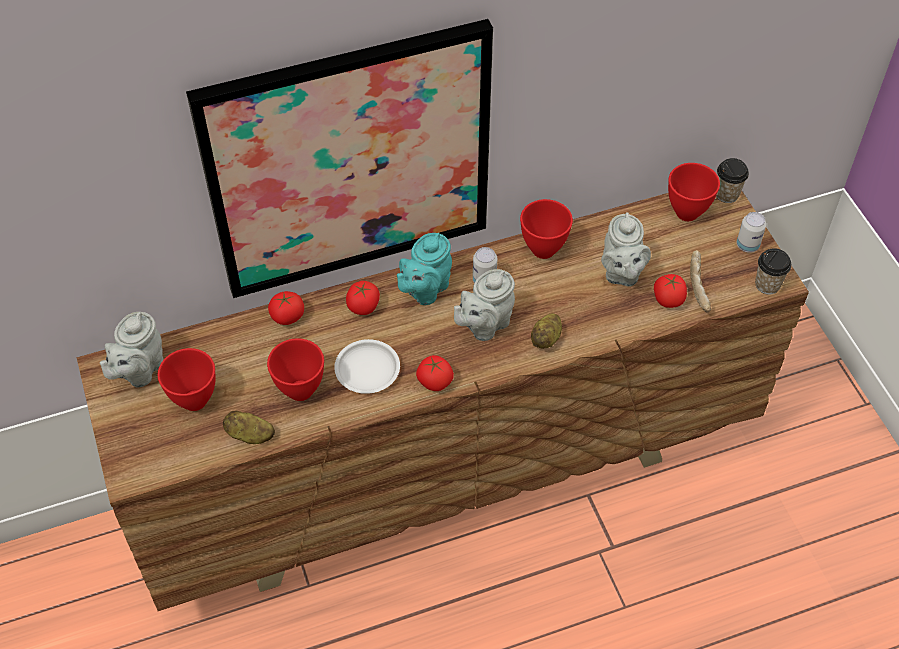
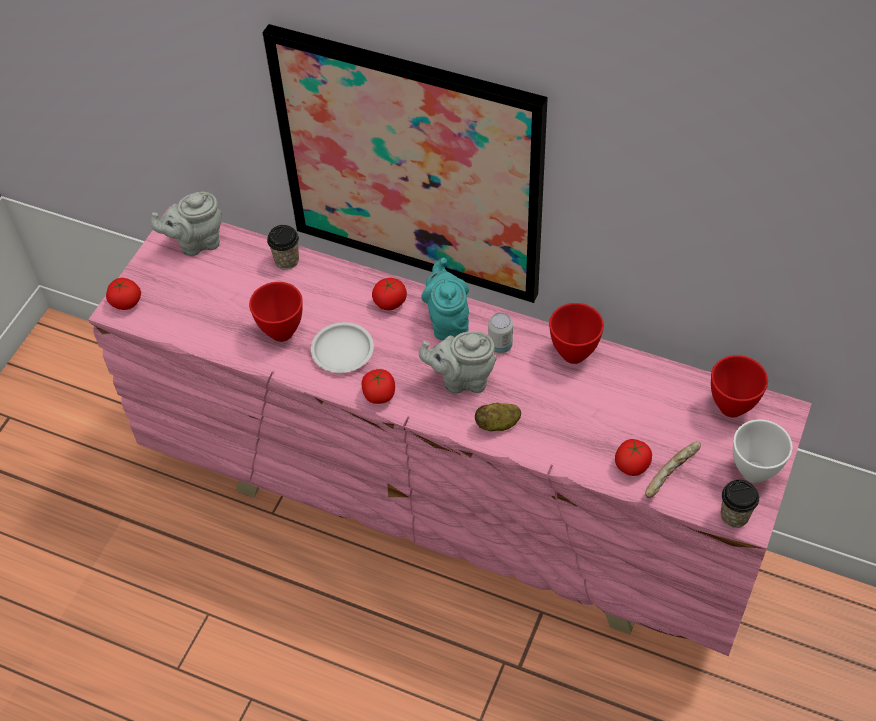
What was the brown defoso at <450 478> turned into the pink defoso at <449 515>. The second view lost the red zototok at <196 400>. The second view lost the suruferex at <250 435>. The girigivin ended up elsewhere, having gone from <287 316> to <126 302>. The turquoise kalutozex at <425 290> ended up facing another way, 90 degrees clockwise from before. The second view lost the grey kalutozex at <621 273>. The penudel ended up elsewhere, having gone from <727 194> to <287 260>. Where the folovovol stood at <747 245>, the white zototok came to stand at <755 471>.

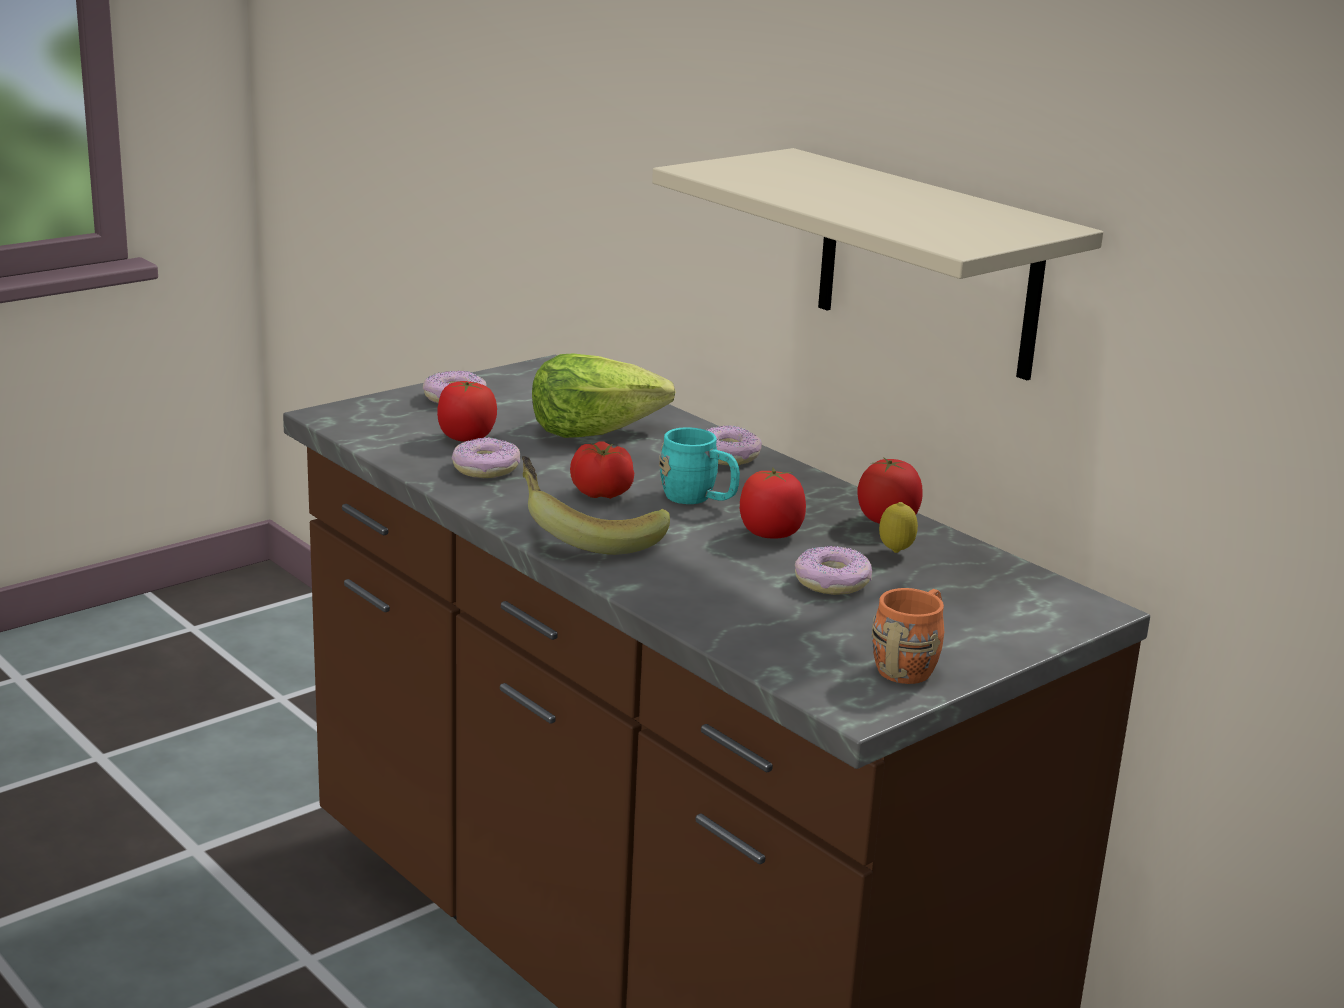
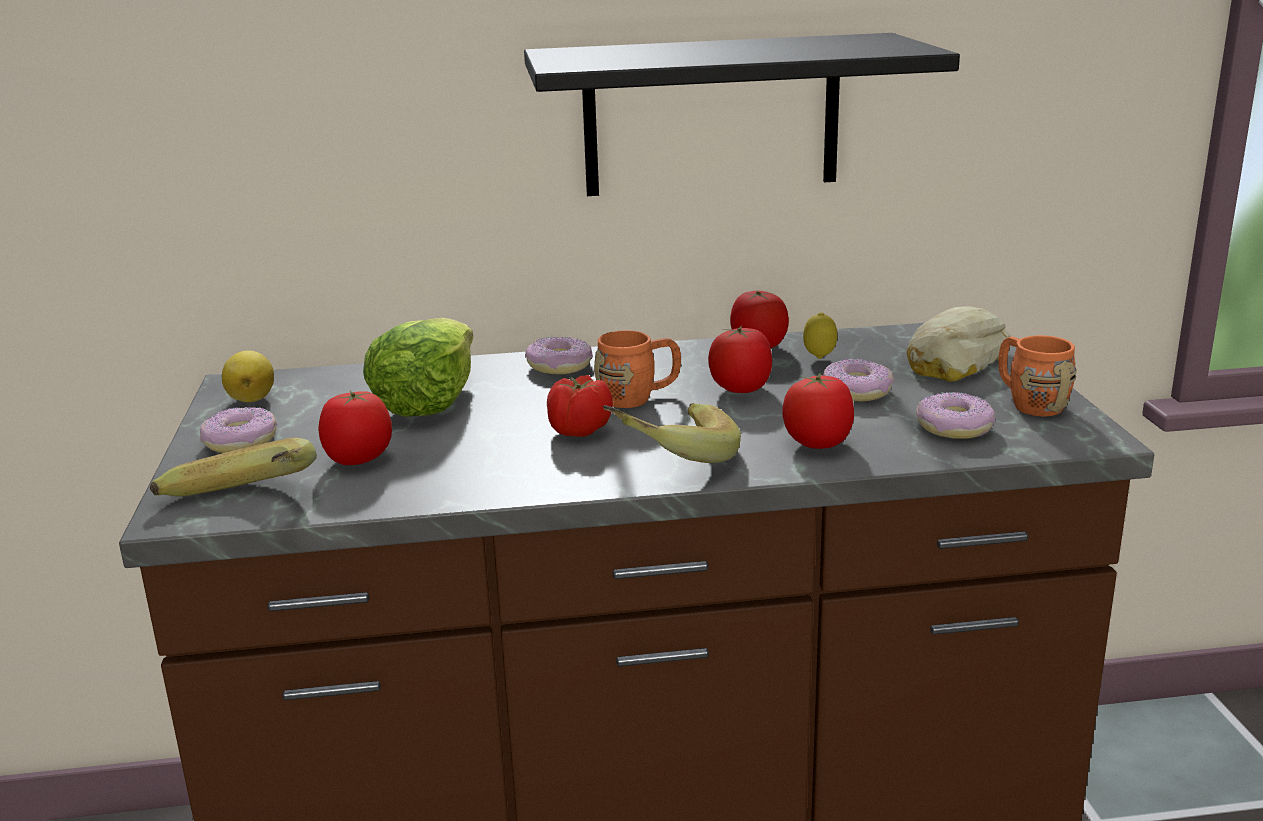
The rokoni ended up elsewhere, having gone from <485 468> to <953 427>. What was the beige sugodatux at <928 264> turned into the black sugodatux at <711 116>. What was the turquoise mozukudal at <698 499> turned into the orange mozukudal at <639 397>. The second view gained the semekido at <242 508>. The second view gained the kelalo at <252 399>. The second view gained the girigivin at <818 443>. The second view gained the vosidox at <952 360>.

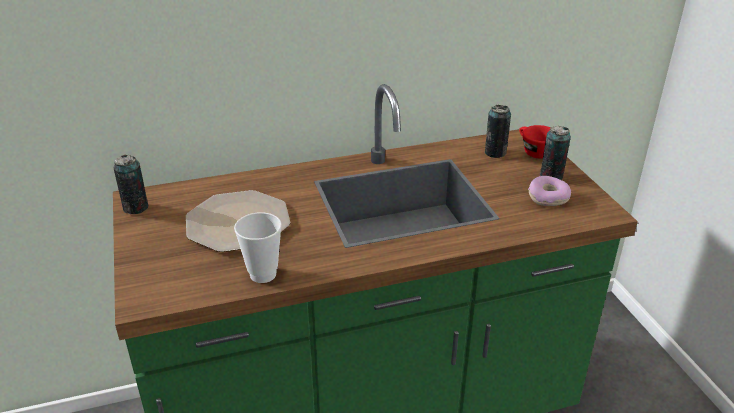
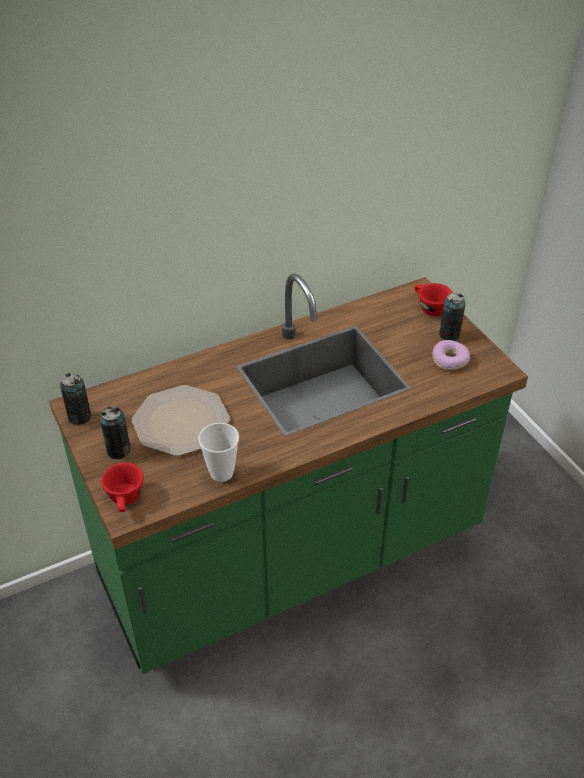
The folovovol ended up elsewhere, having gone from <495 152> to <118 450>. The second view gained the red penudel at <126 500>.

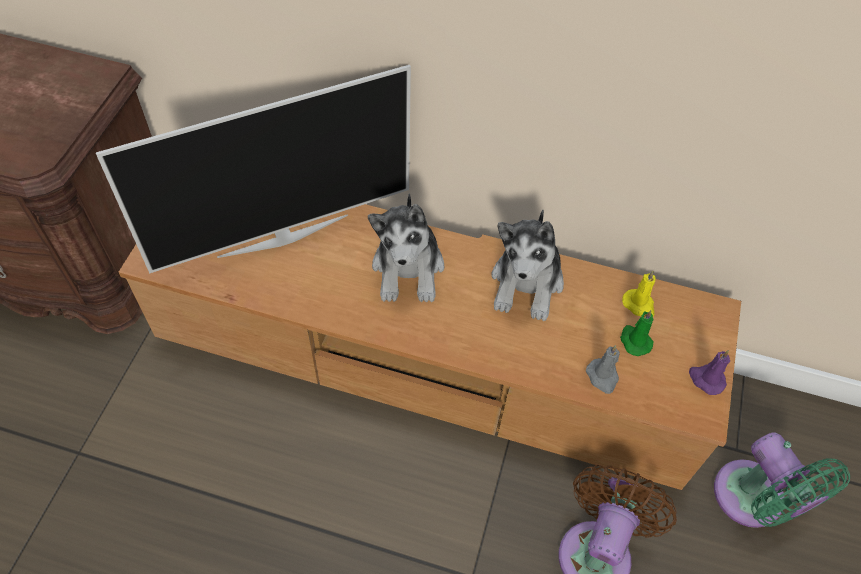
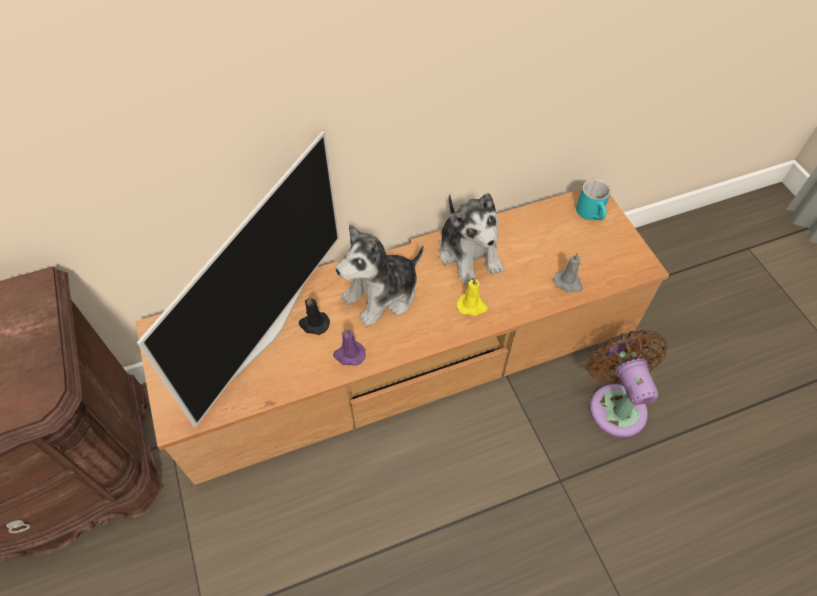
The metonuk at <408 268> ended up facing another way, 90 degrees clockwise from before. The second view lost the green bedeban at <634 340>. The yellow bedeban ended up elsewhere, having gone from <639 305> to <472 306>. The purple bedeban ended up elsewhere, having gone from <706 379> to <349 354>. The second view lost the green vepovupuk at <753 501>. The second view gained the black bedeban at <314 324>. The second view gained the turquoise mozukudal at <592 214>.

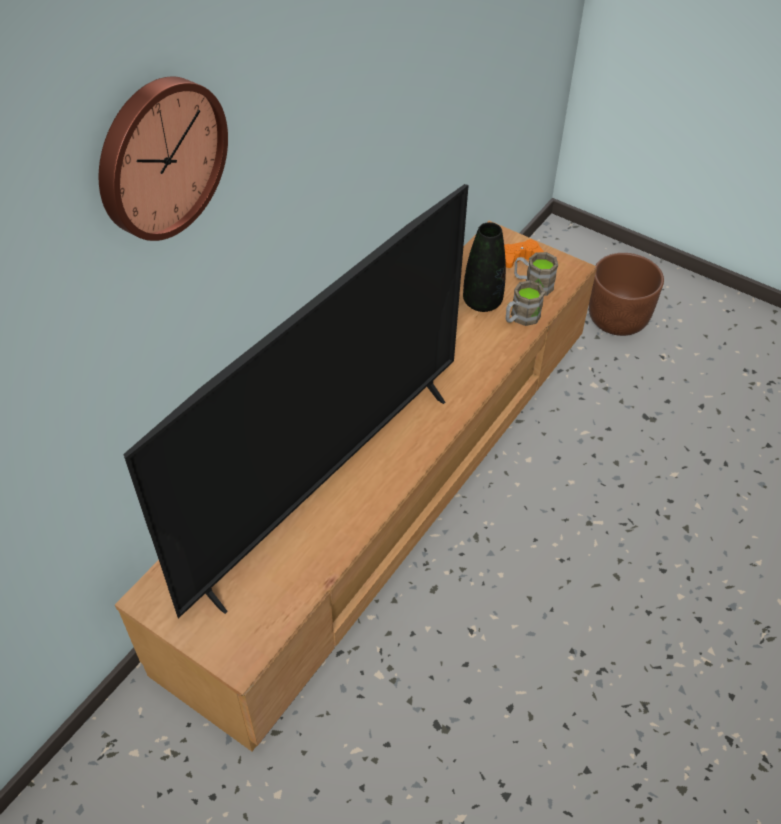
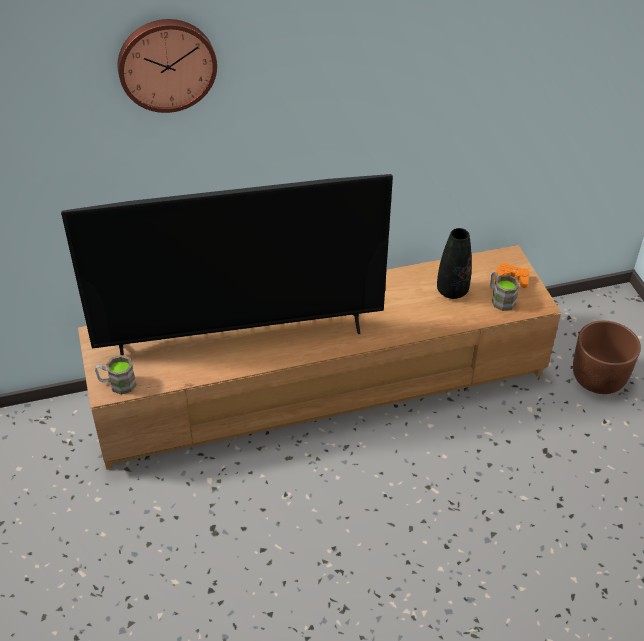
The brown mozukudal ended up elsewhere, having gone from <520 318> to <117 384>.

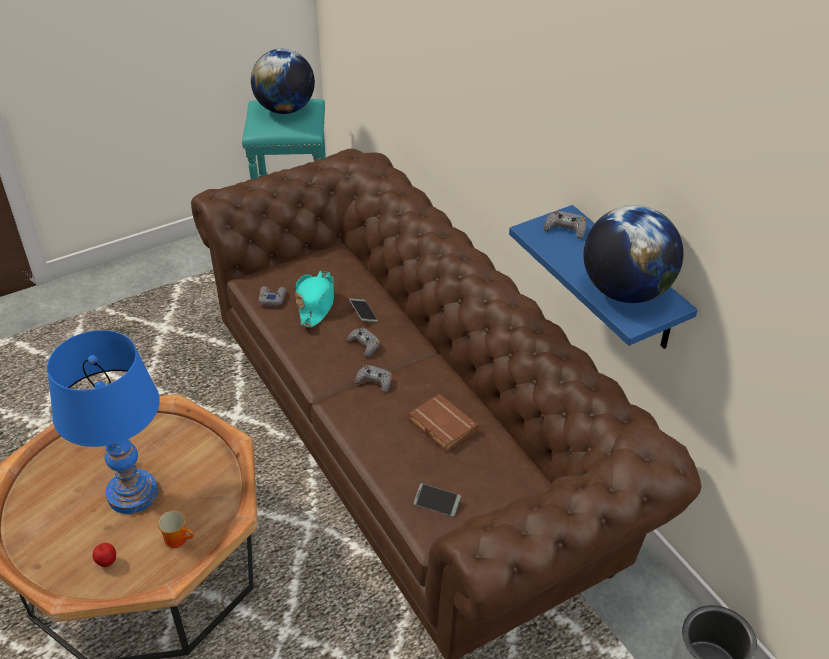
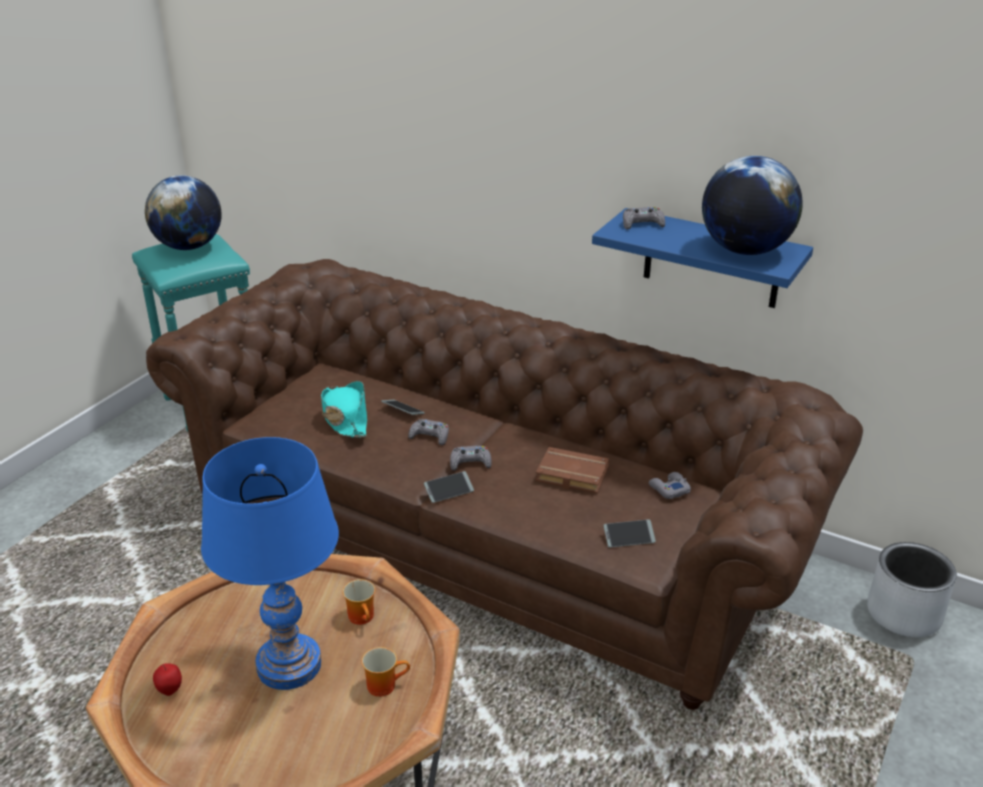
The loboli ended up elsewhere, having gone from <107 563> to <170 691>. The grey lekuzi ended up elsewhere, having gone from <272 298> to <669 489>. The second view gained the mozukudal at <364 617>. The second view gained the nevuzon at <449 491>.

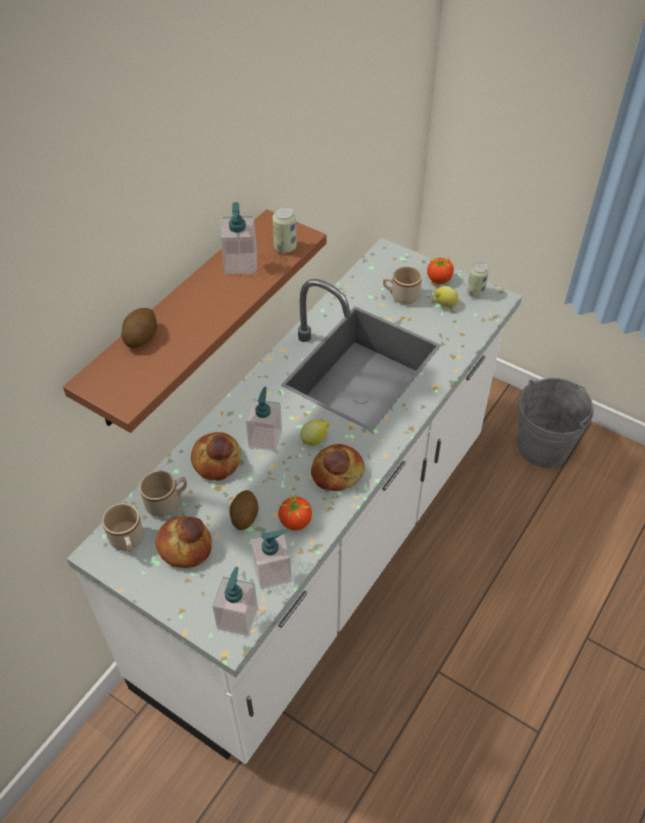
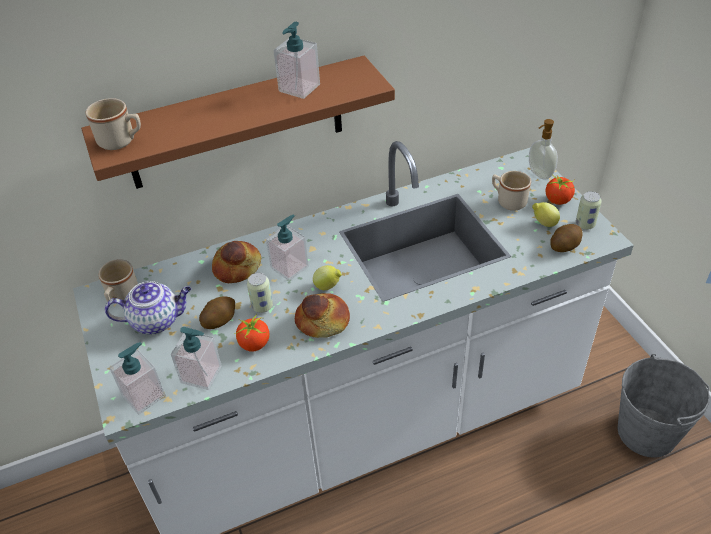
The suruferex ended up elsewhere, having gone from <141 337> to <564 245>. The beige mozukudal ended up elsewhere, having gone from <167 502> to <122 141>. Where the vosidox stood at <185 546>, the kalutozex came to stand at <157 320>. The folovovol ended up elsewhere, having gone from <285 247> to <262 306>. The second view gained the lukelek at <539 174>.

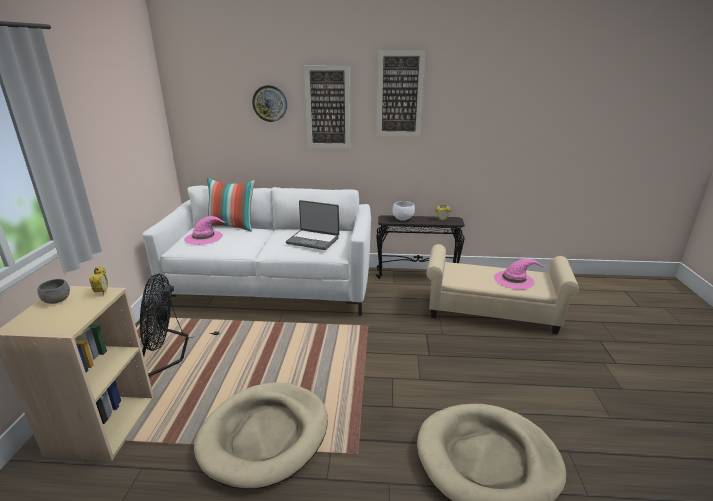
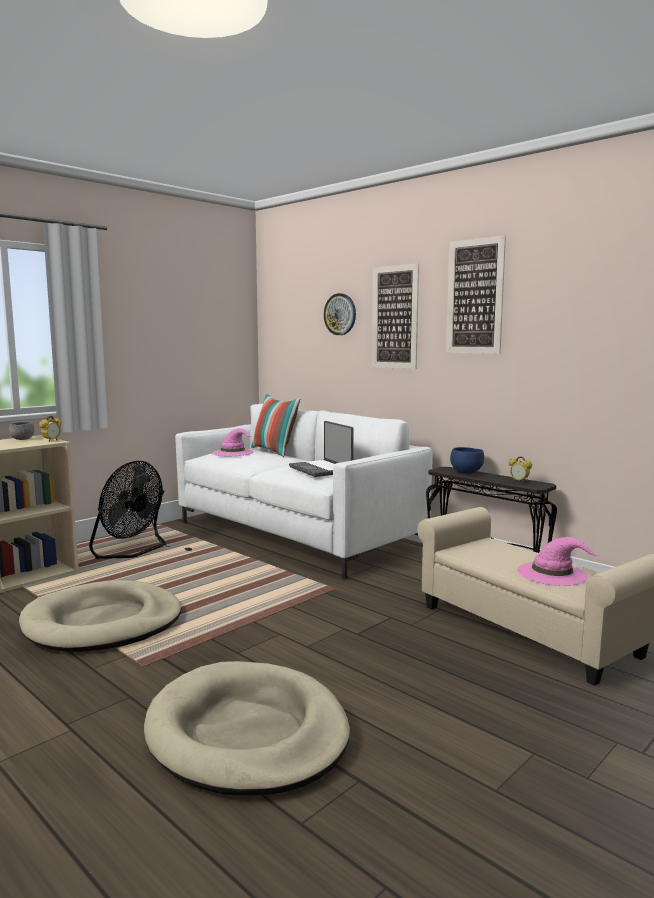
What was the white zototok at <402 219> turned into the blue zototok at <466 472>.

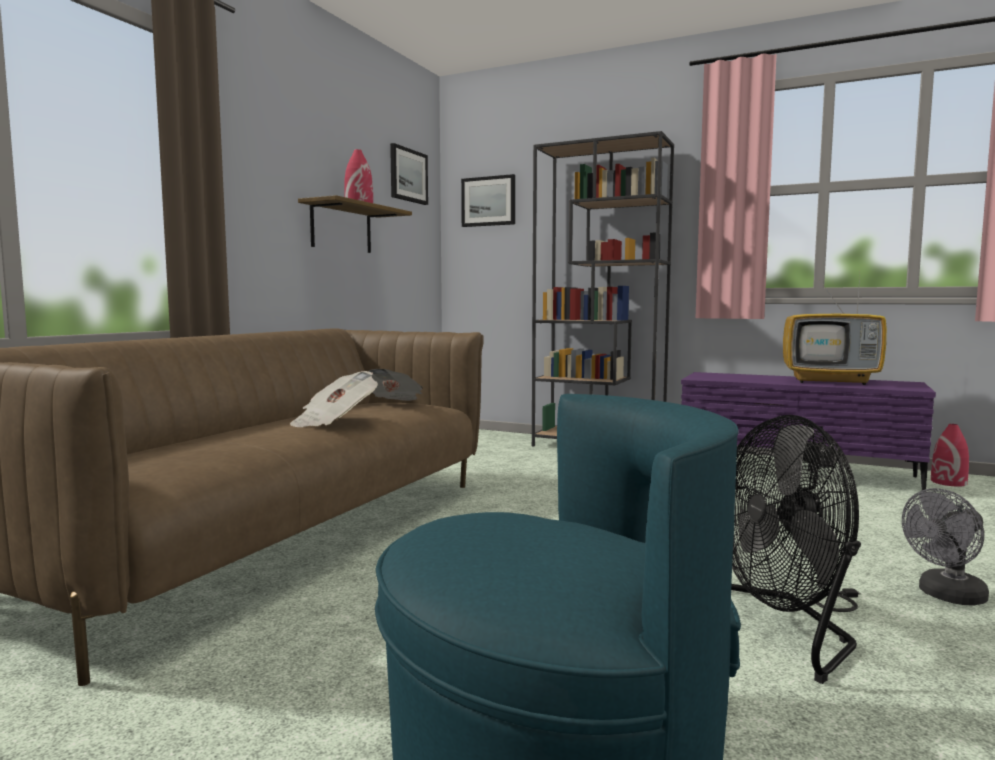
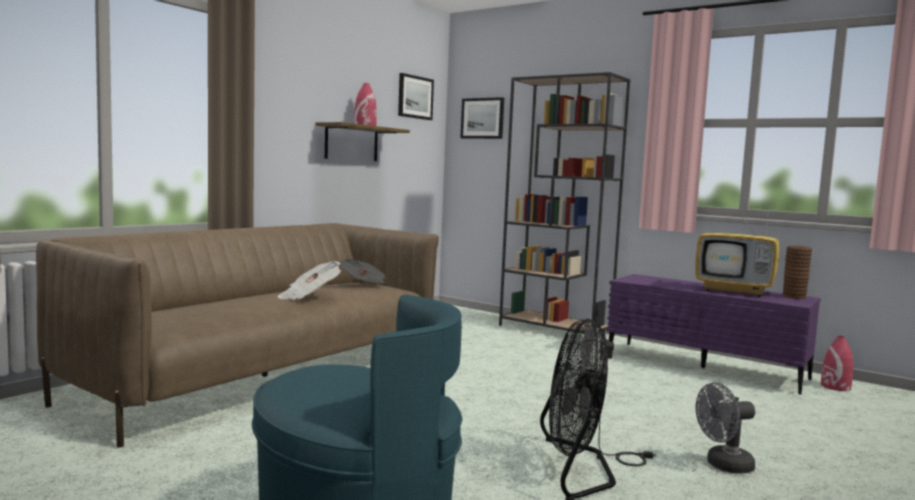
The second view gained the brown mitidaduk at <794 297>.

